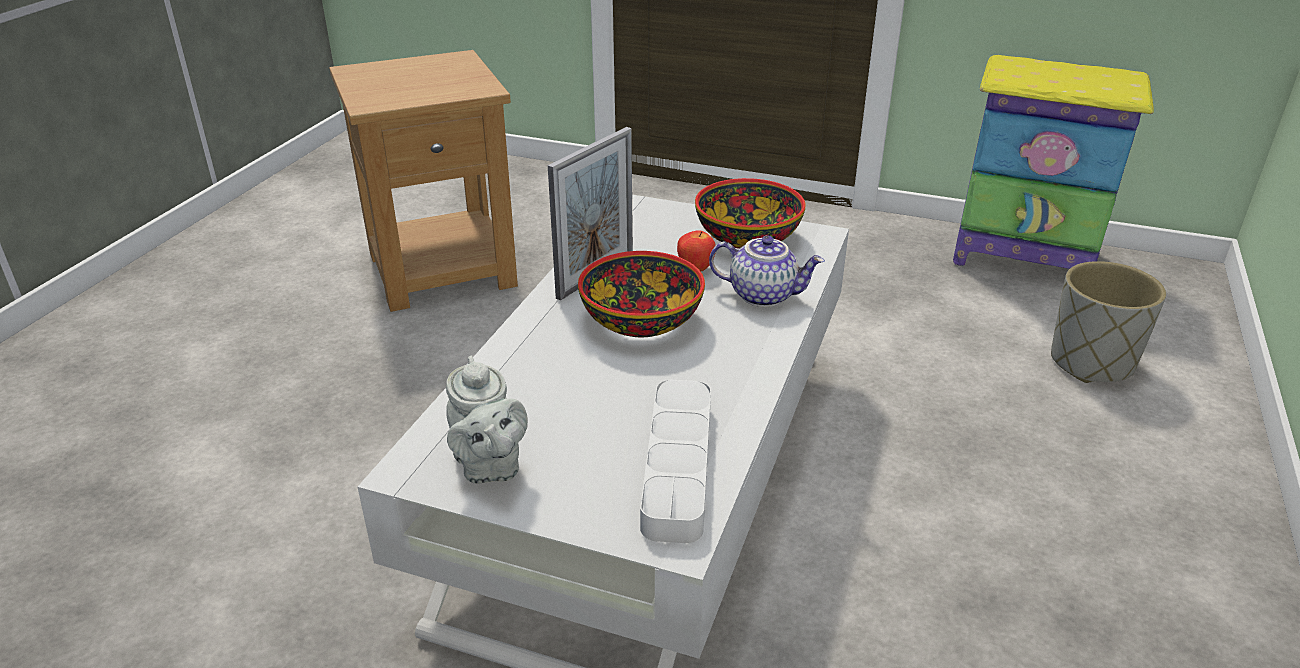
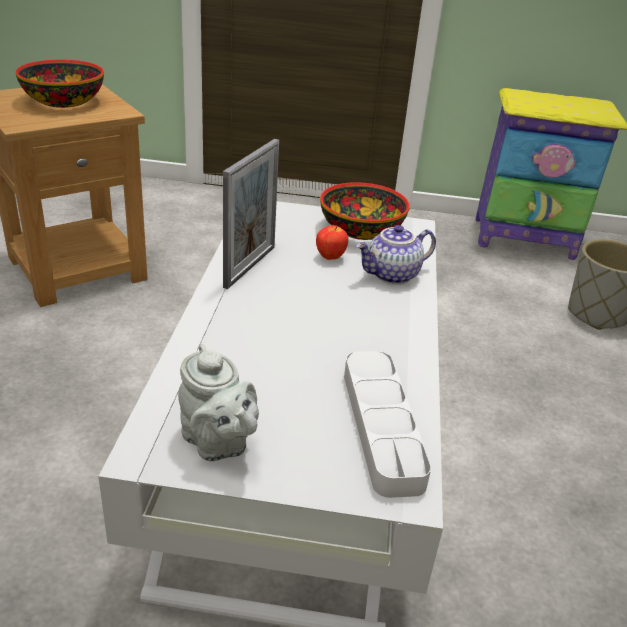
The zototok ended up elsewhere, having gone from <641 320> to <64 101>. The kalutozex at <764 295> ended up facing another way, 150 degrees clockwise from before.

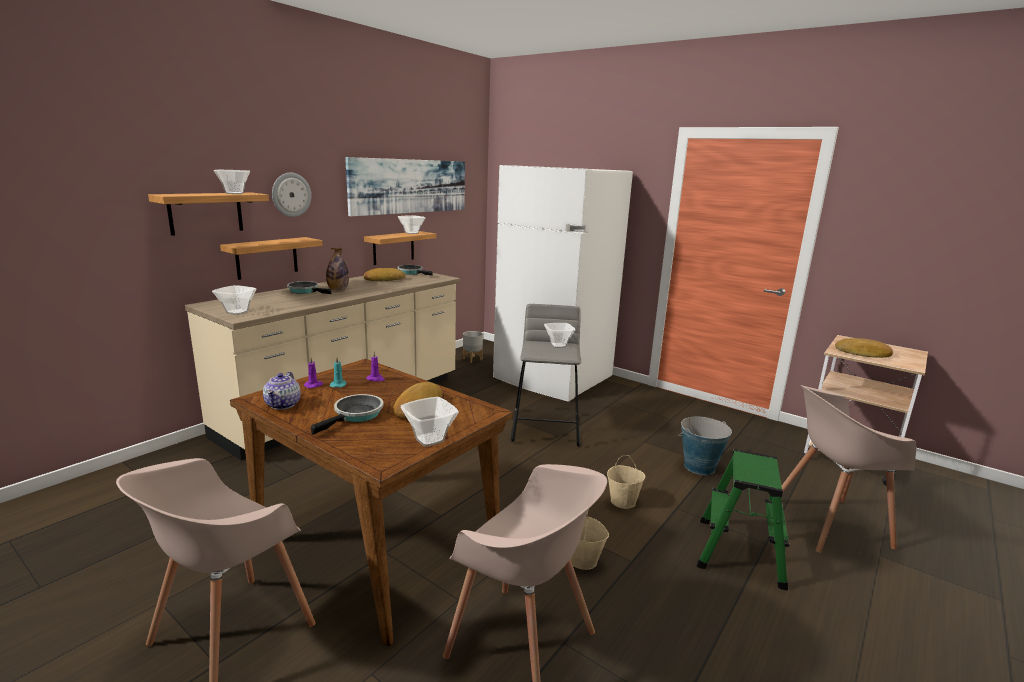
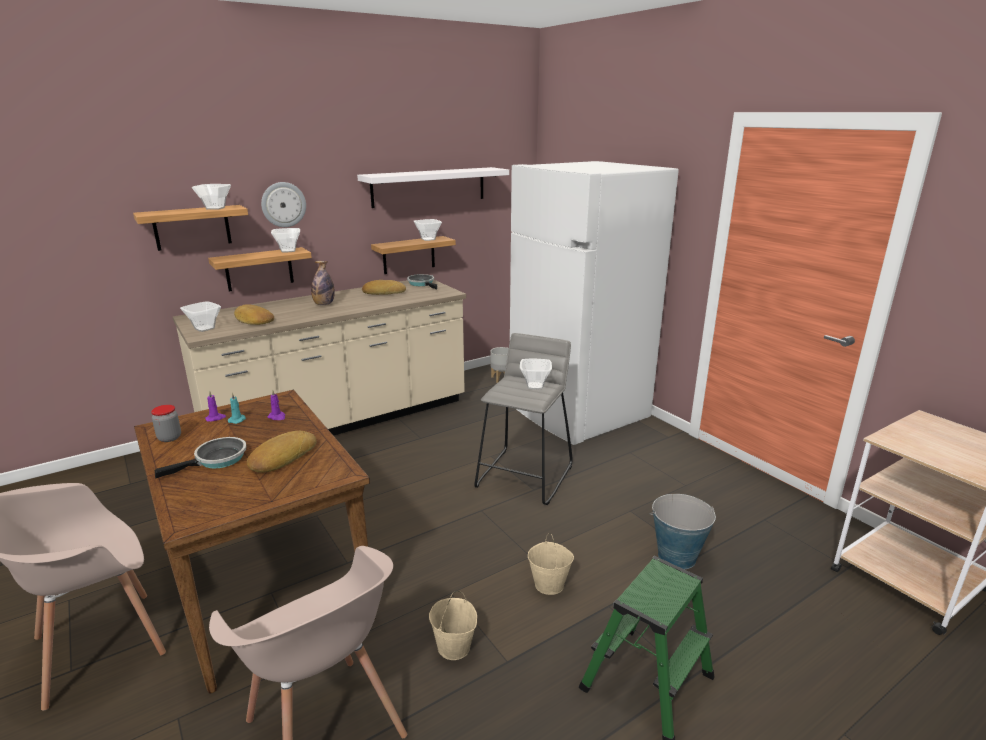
Where the kalutozex stood at <283 404>, the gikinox came to stand at <169 438>. The second view lost the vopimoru at <306 291>. Where the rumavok hung at <410 186>, the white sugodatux came to hang at <429 187>. The zototok ended up elsewhere, having gone from <428 440> to <287 251>. The second view lost the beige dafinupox at <828 524>. The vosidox ended up elsewhere, having gone from <863 353> to <253 320>.

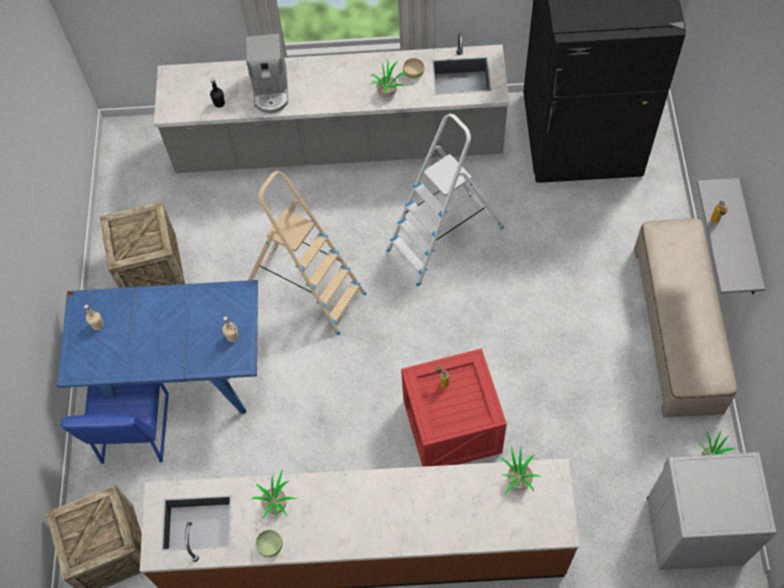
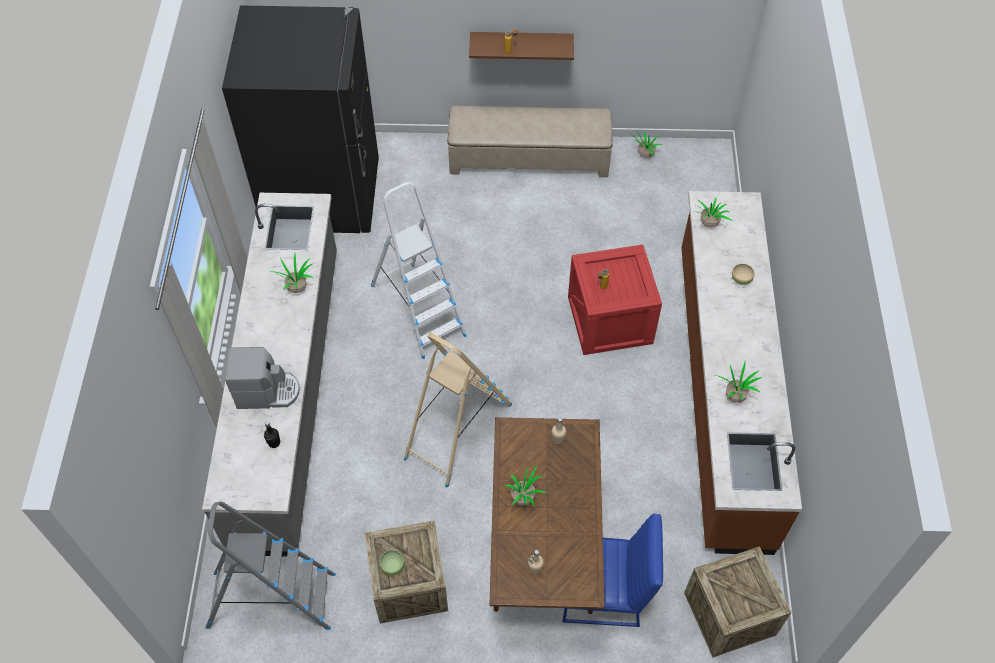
What was the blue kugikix at <181 374> turned into the brown kugikix at <543 549>. The green zototok ended up elsewhere, having gone from <270 546> to <392 566>. The beige zototok ended up elsewhere, having gone from <414 74> to <741 279>. The second view lost the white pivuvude at <693 529>. What was the grey sugodatux at <747 240> turned into the brown sugodatux at <521 43>. The second view gained the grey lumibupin at <272 600>. The second view gained the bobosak at <524 499>.

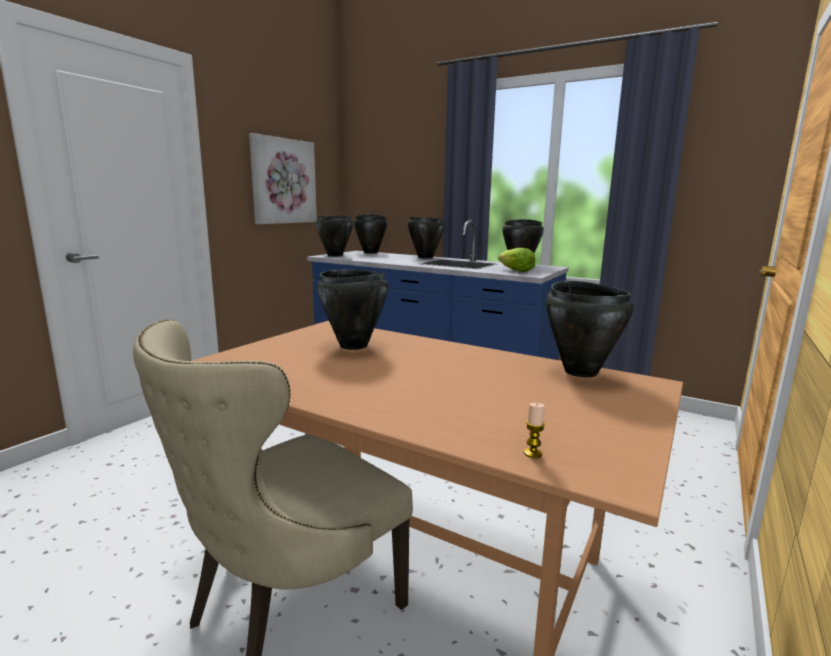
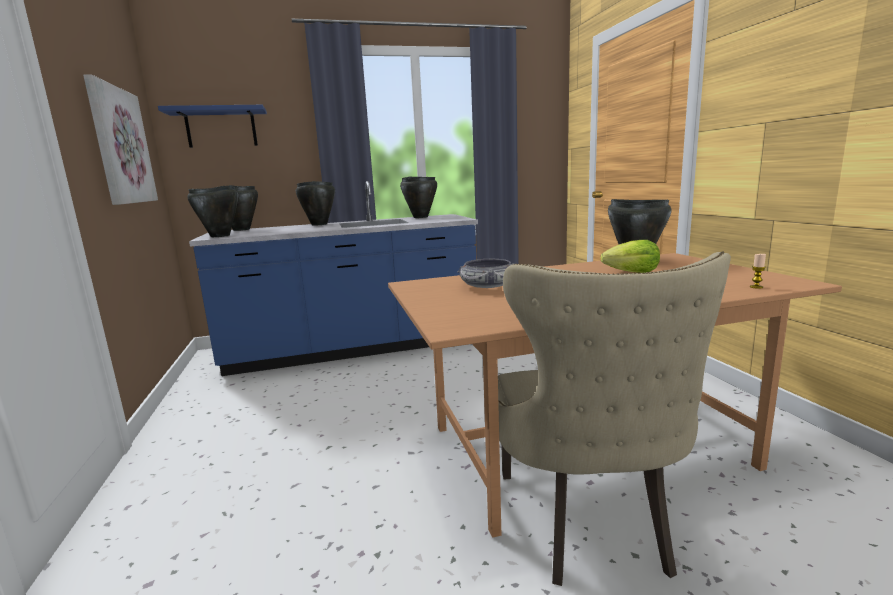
Where the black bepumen stood at <353 346>, the zototok came to stand at <488 286>. The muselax ended up elsewhere, having gone from <516 271> to <632 273>. The second view gained the blue sugodatux at <221 128>.

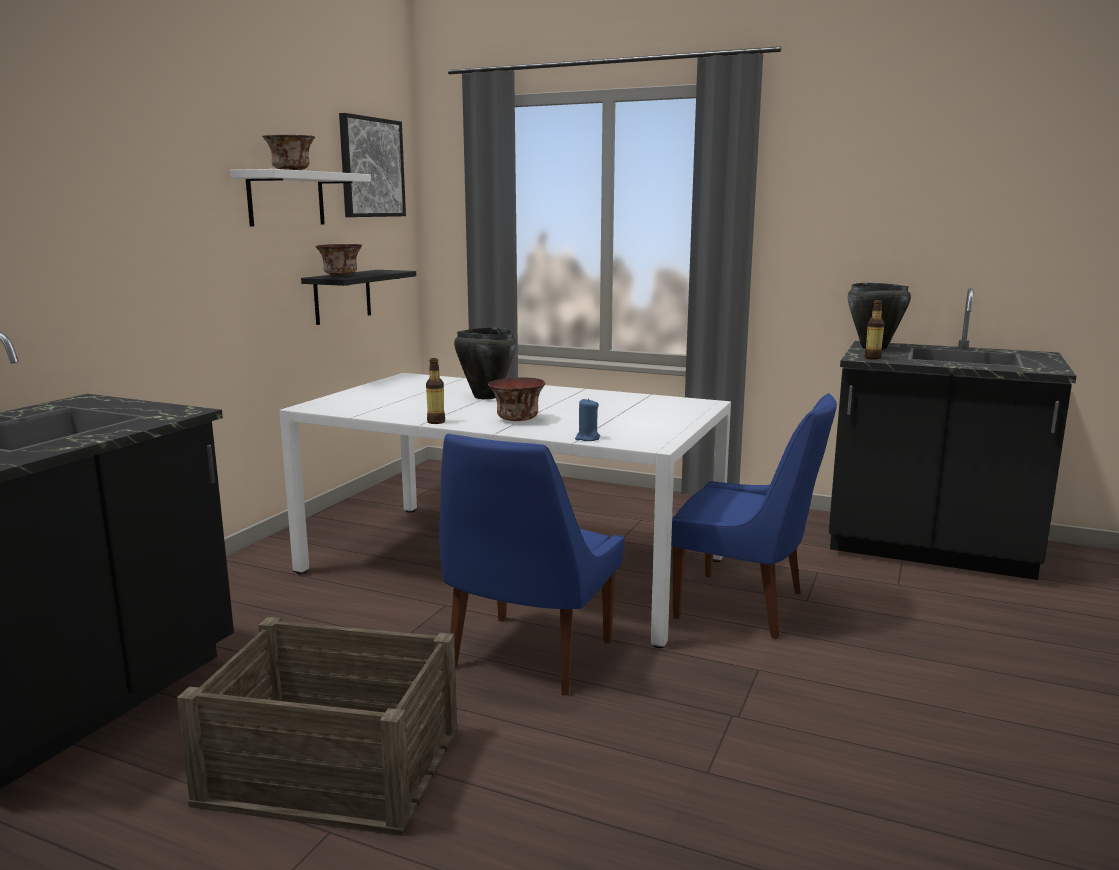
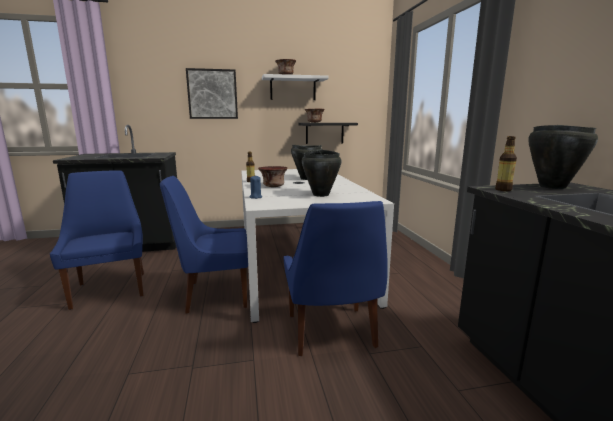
Where the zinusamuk stood at <332 764>, the blue dafinupox came to stand at <110 288>. The rumavok ended up elsewhere, having gone from <371 167> to <212 94>. The second view gained the black bepumen at <321 194>.

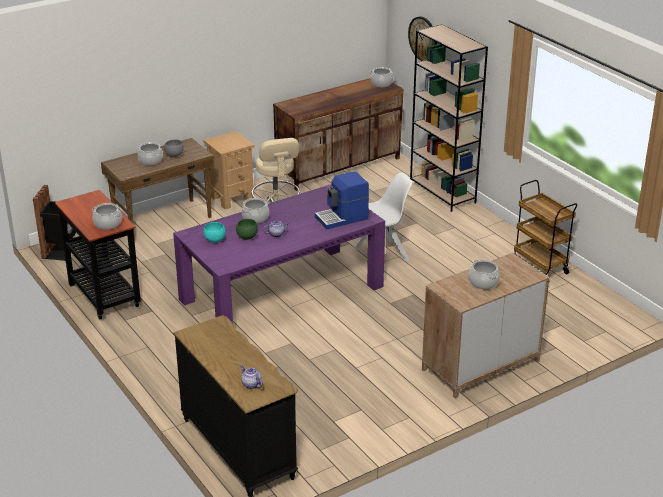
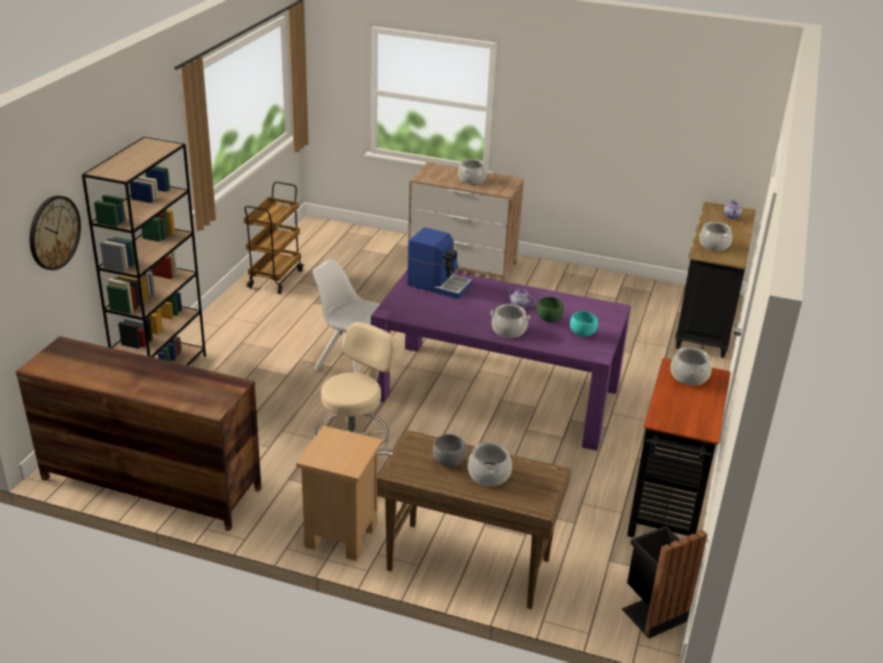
The bepumen ended up elsewhere, having gone from <381 83> to <714 245>.

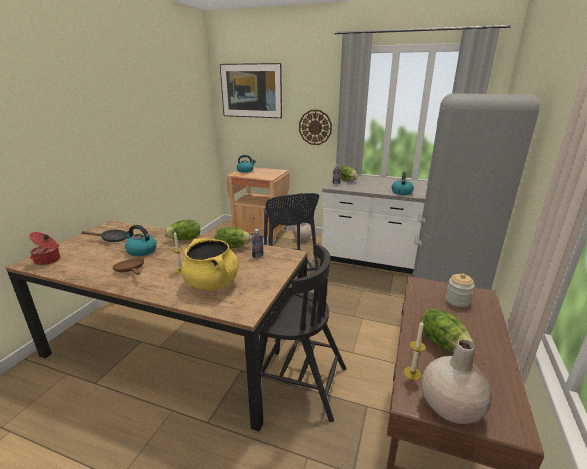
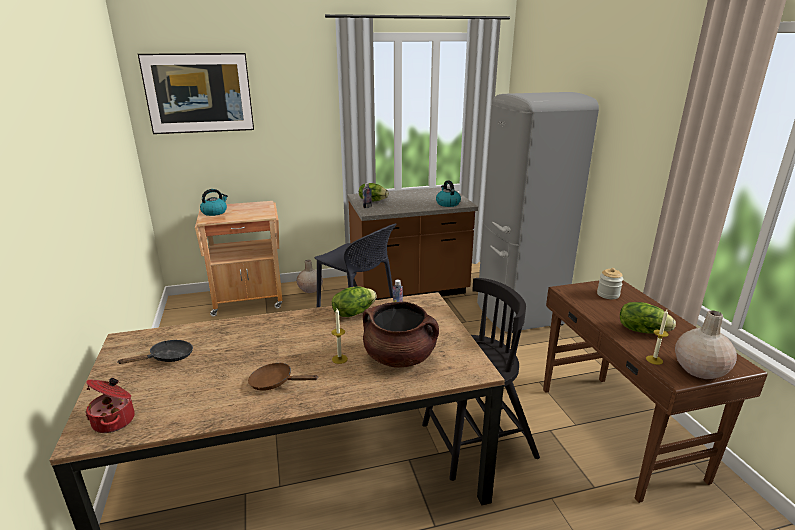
The second view lost the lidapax at <141 251>. The second view lost the muselax at <185 239>. What was the yellow bepumen at <212 283> turned into the brown bepumen at <400 358>. The second view lost the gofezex at <315 127>. What was the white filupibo at <369 258> turned into the brown filupibo at <409 290>.

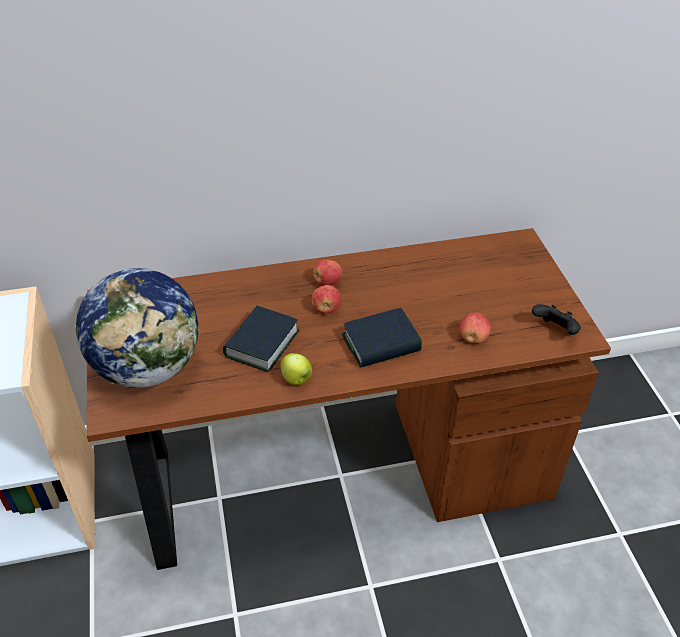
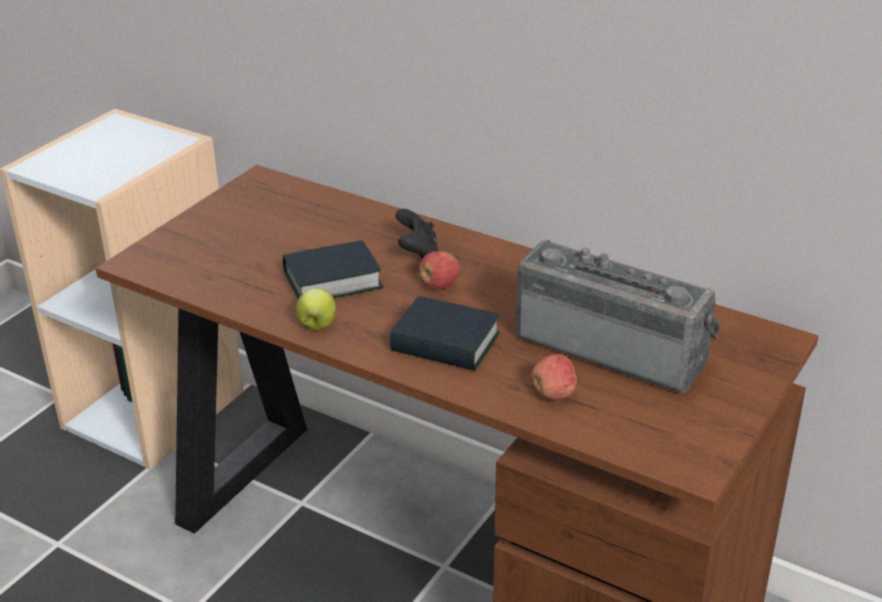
The second view lost the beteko at <148 367>. The second view lost the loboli at <327 282>. The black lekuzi ended up elsewhere, having gone from <555 330> to <417 252>. The second view gained the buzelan at <614 347>.

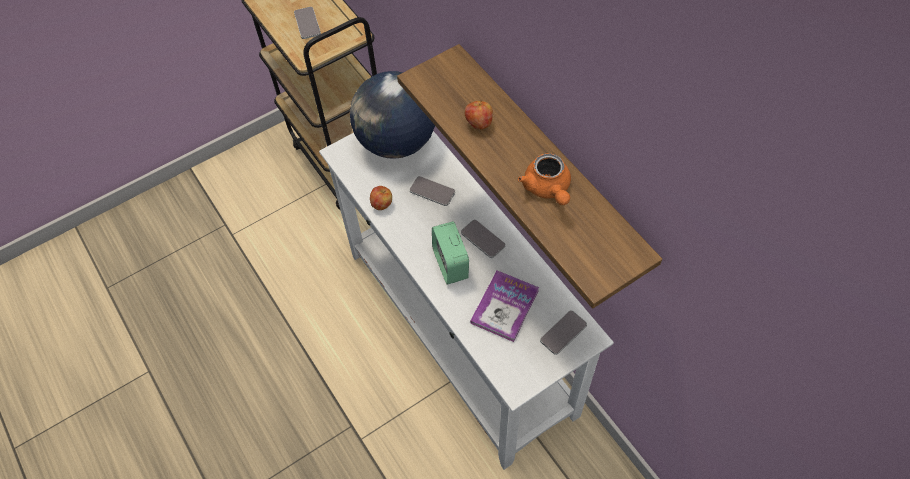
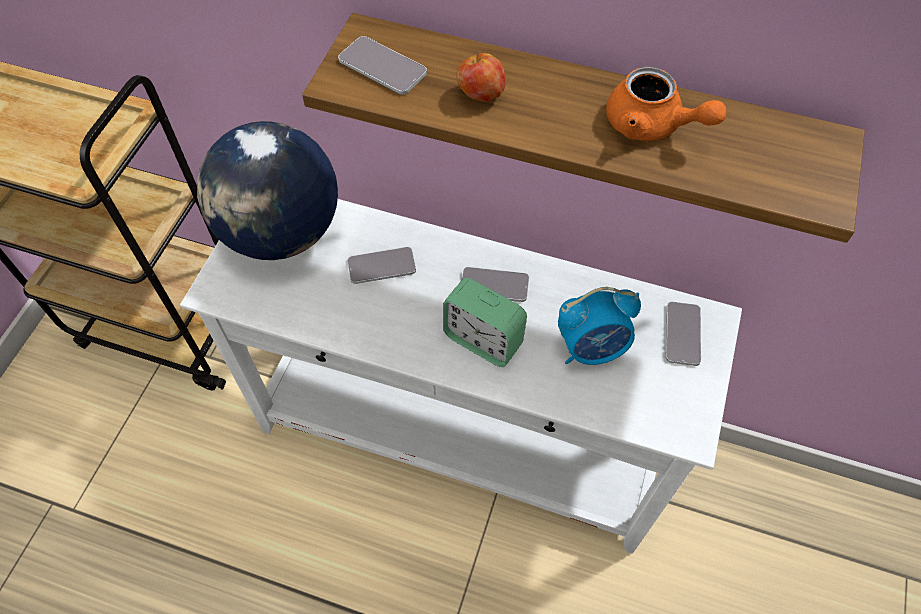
The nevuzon ended up elsewhere, having gone from <307 23> to <382 67>. The second view lost the loboli at <382 204>. Where the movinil stood at <505 306>, the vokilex came to stand at <592 348>.

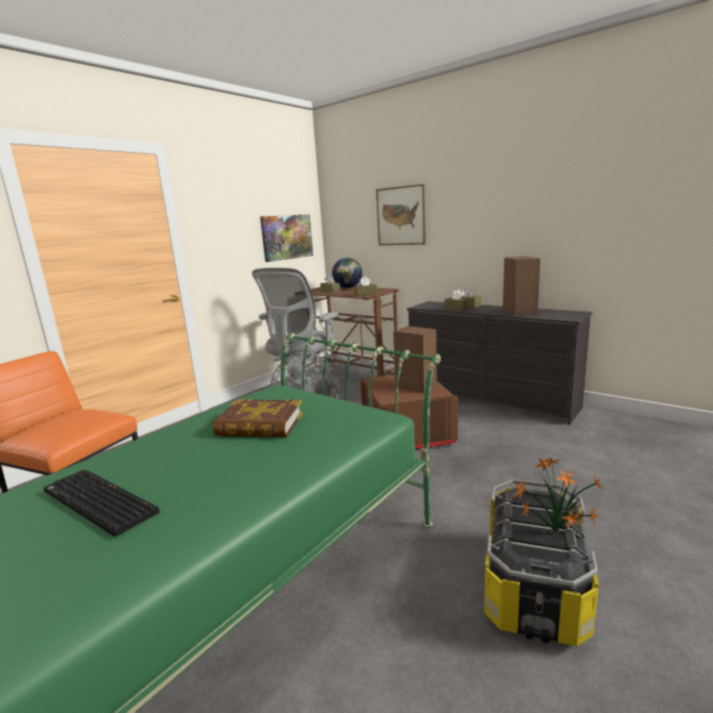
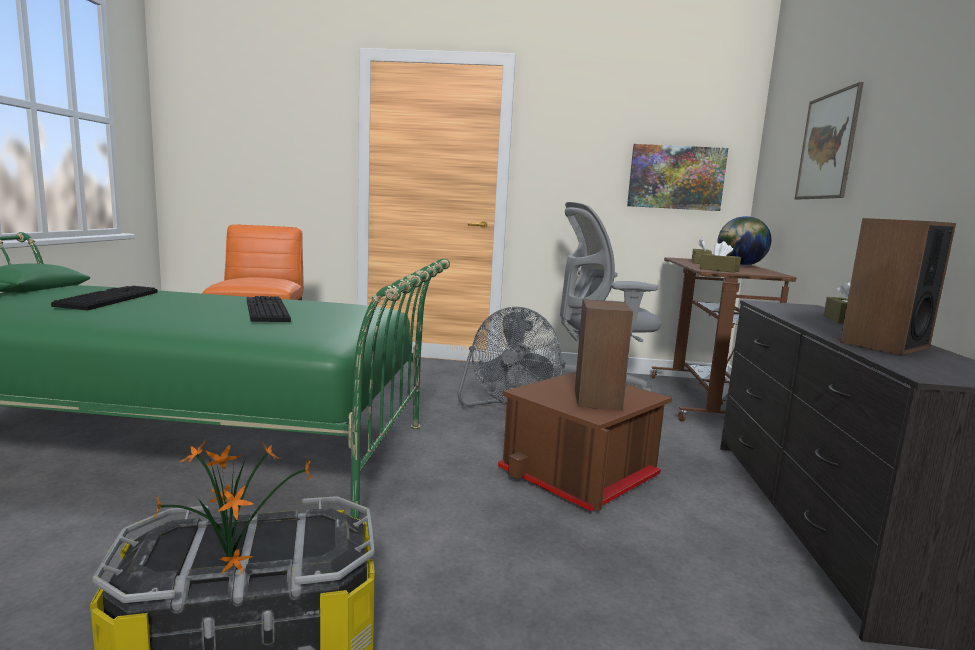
Where the movinil stood at <260 425>, the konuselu came to stand at <264 311>. The second view lost the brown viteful at <457 308>.

